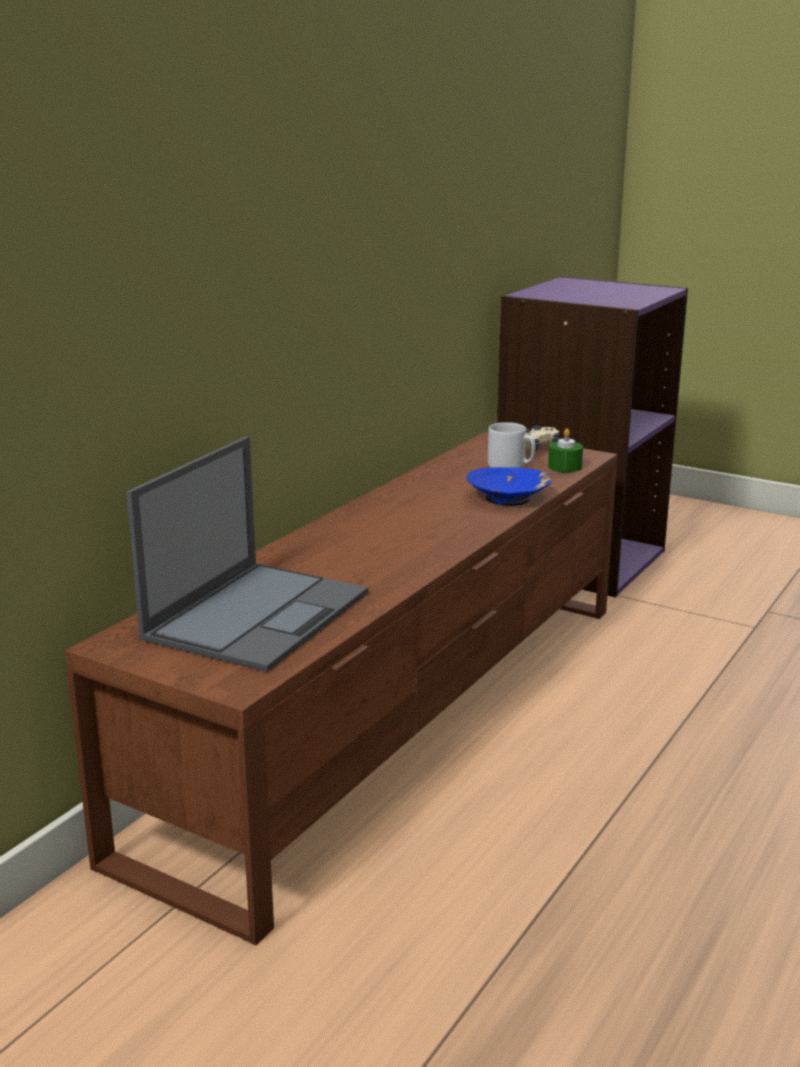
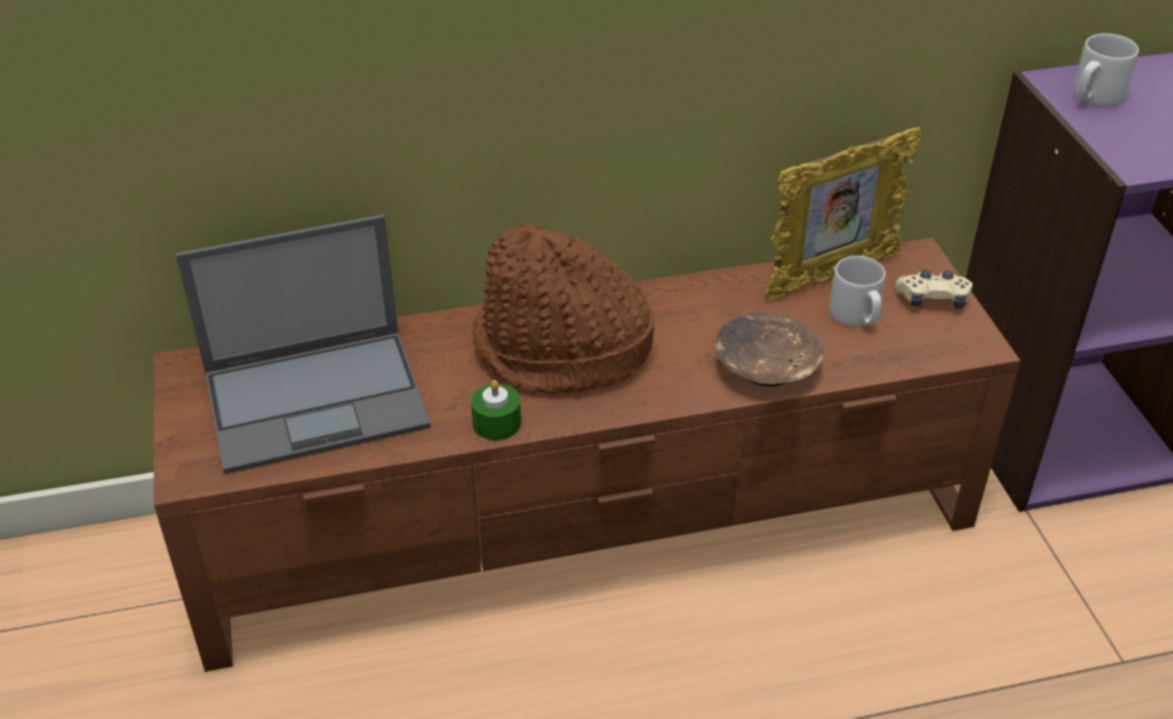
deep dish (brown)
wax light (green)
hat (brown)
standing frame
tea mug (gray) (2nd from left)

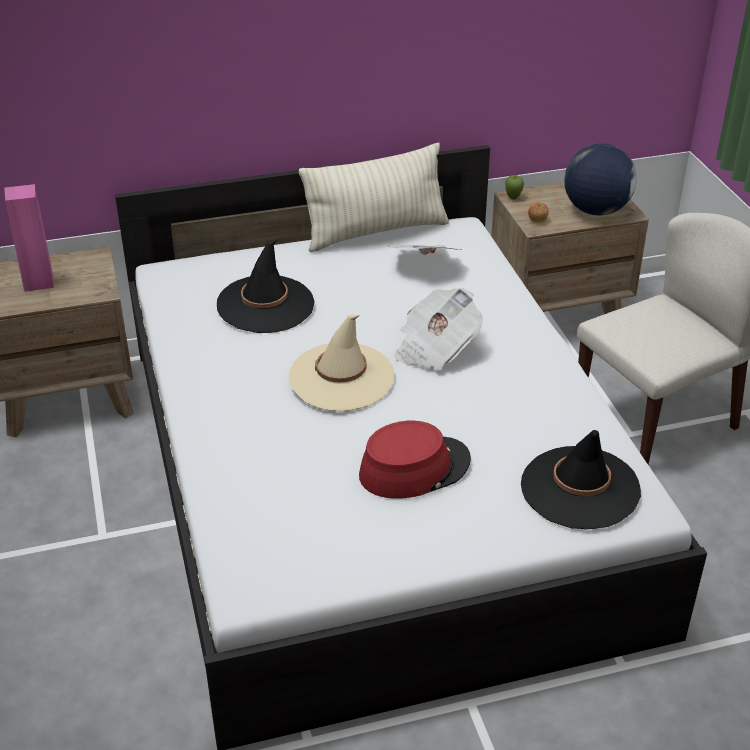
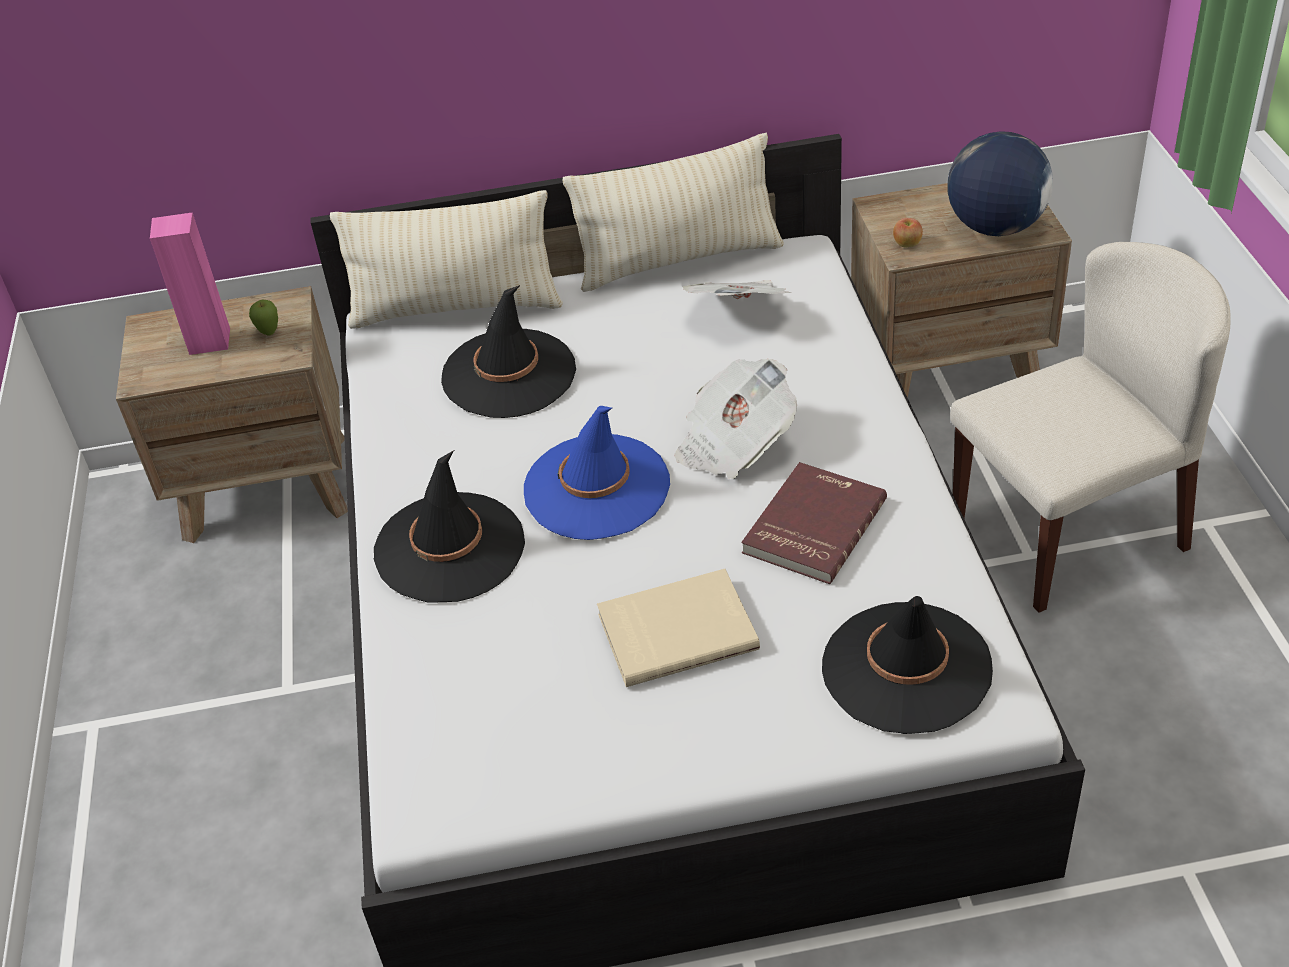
hat (blue)
book (beige)
apple fruit (1st from left)
throw pillow (beige) (1st from left)
hat (blackish) (1st from left)
book (reddish)

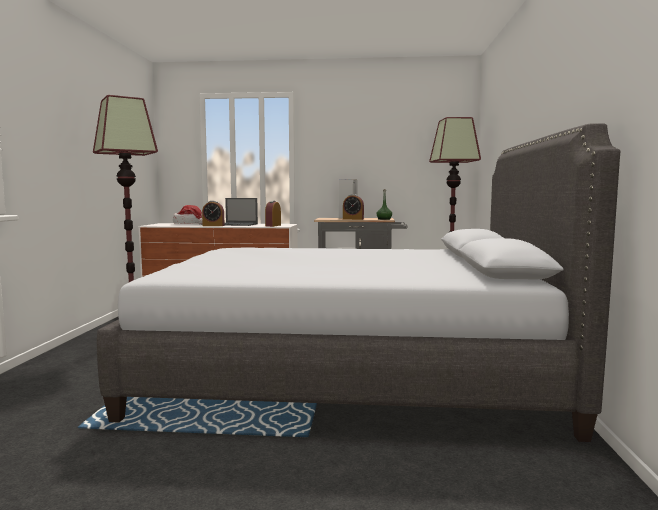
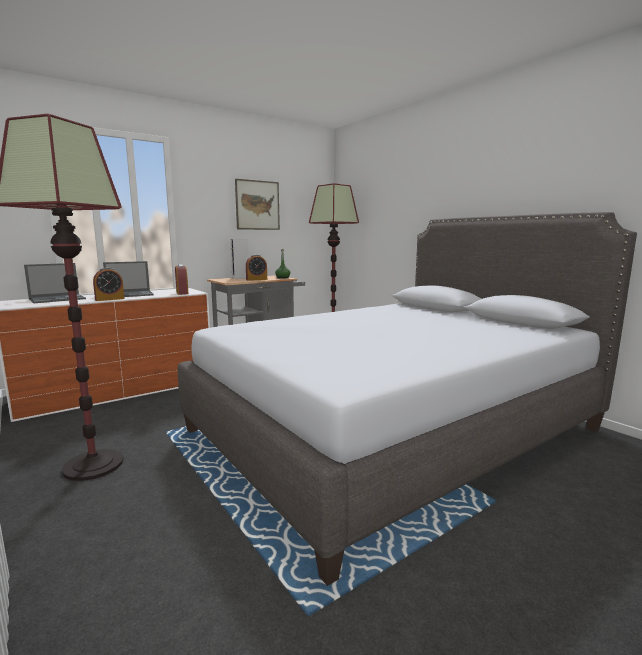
laptop (1st from left)
wall picture

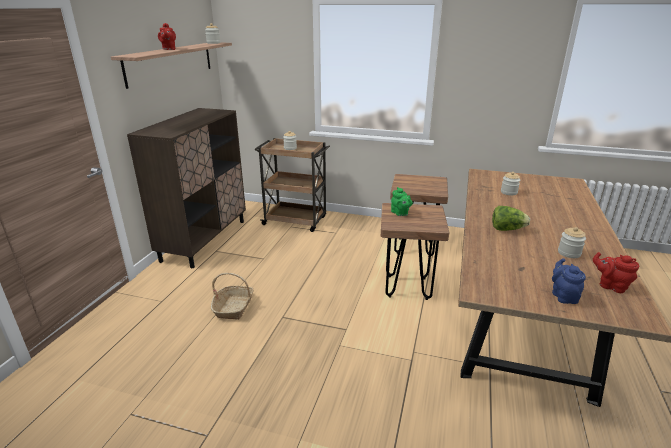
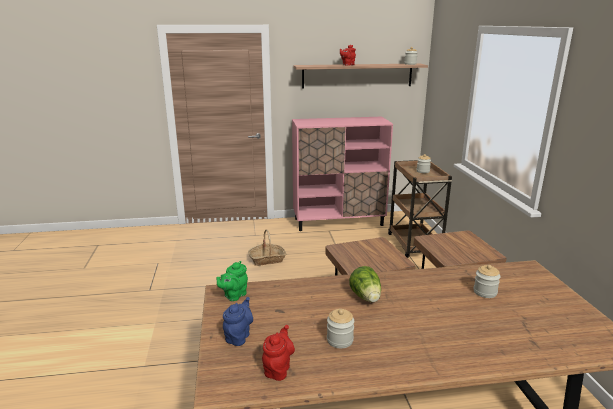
cabinet (pink-coloured)
tea pot (green)
tea pot (blue)

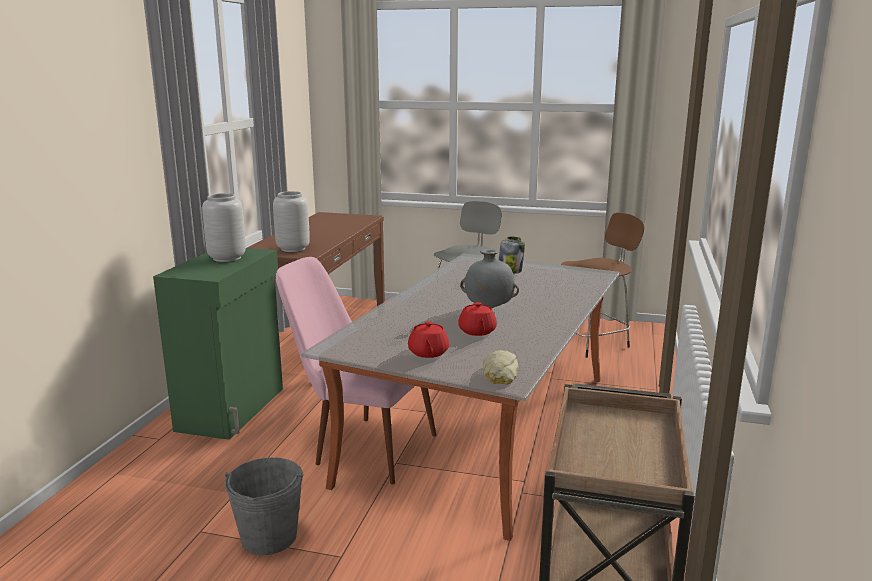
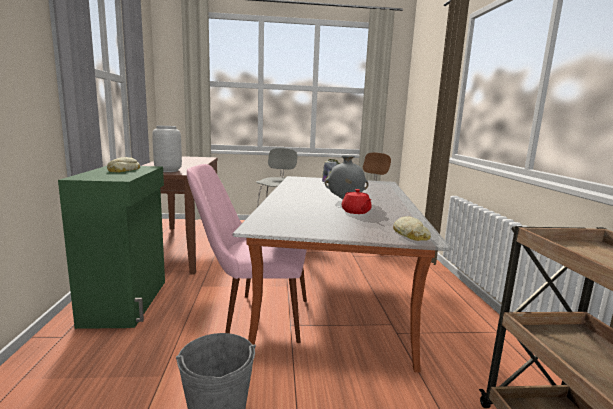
bakery bread (1st from left)
tea pot (reddish) (1st from left in the first image)

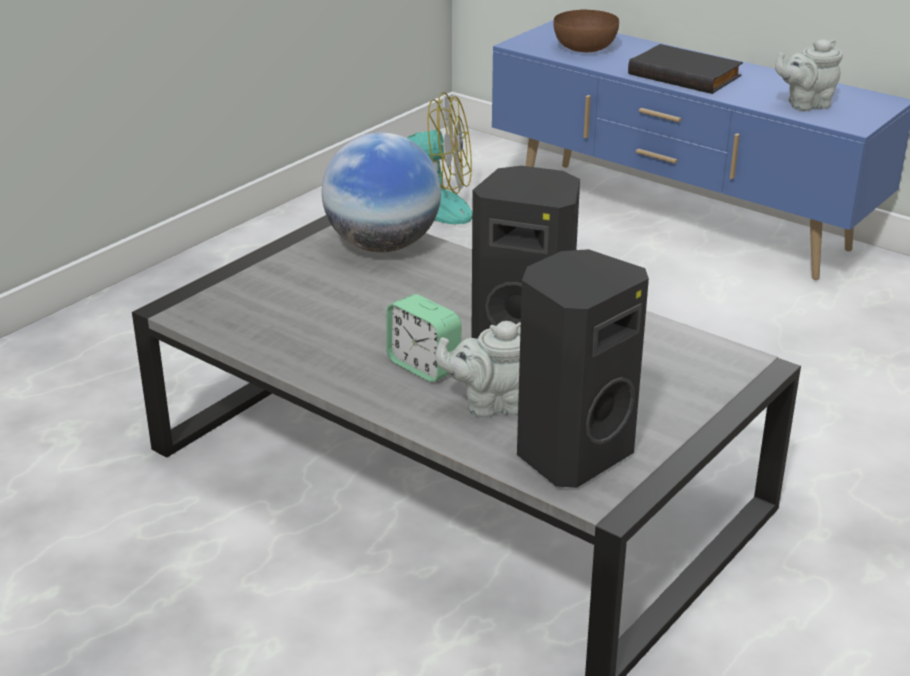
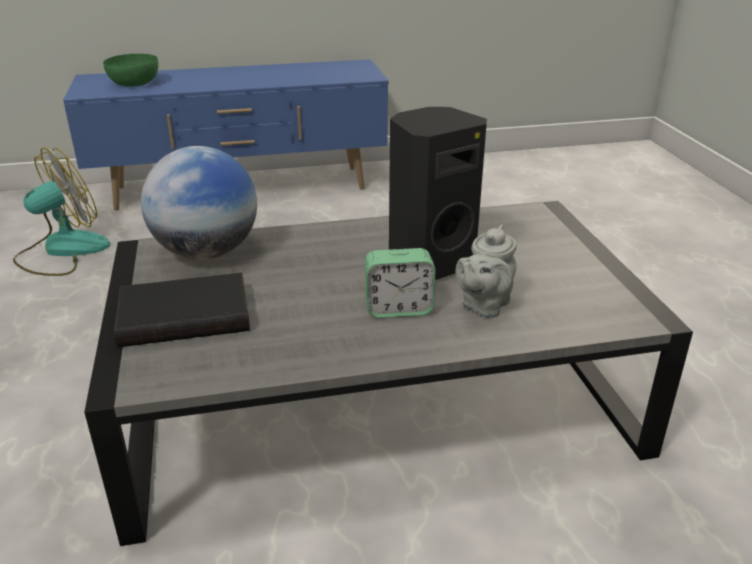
loudspeaker (blackish) (2nd from left in the first image)
deep dish (green)
book (blackish)
tea pot (gray) (2nd from left in the first image)

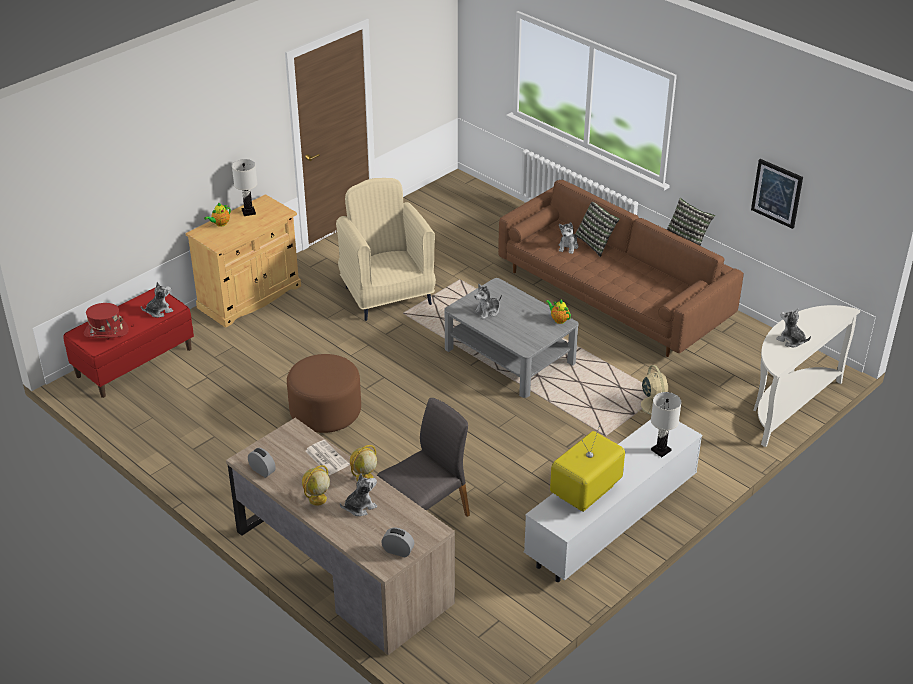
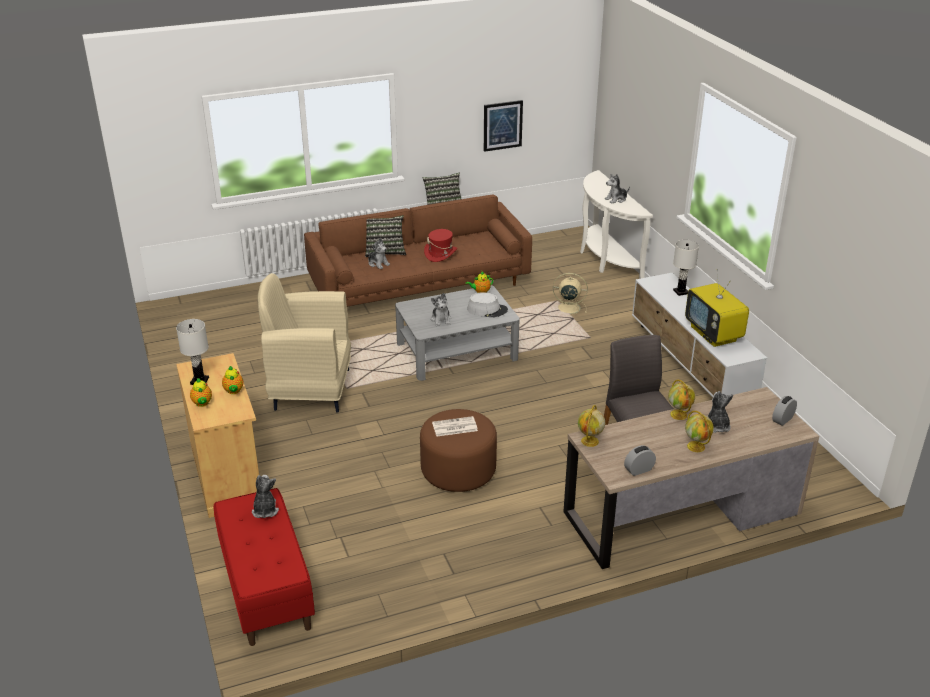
hat (reddish)
printed paper
tea pot (2nd from left)
hat (gray)
desk globe (1st from left)

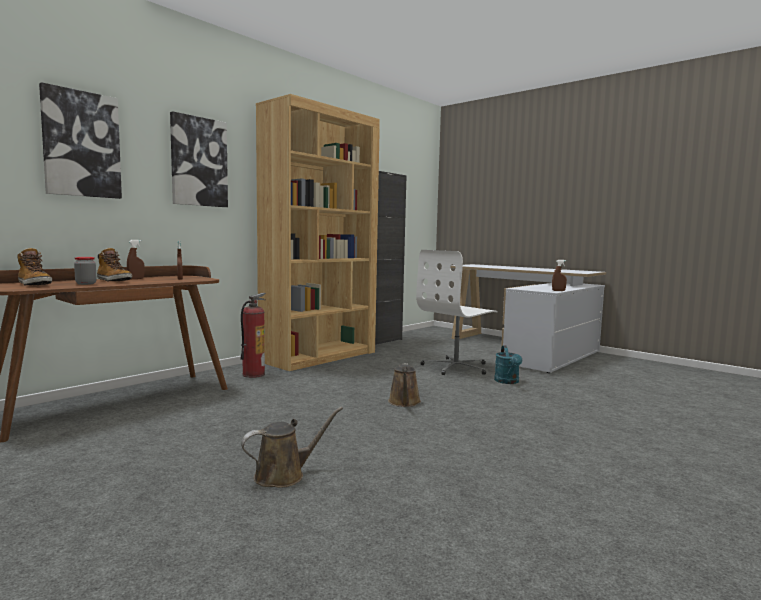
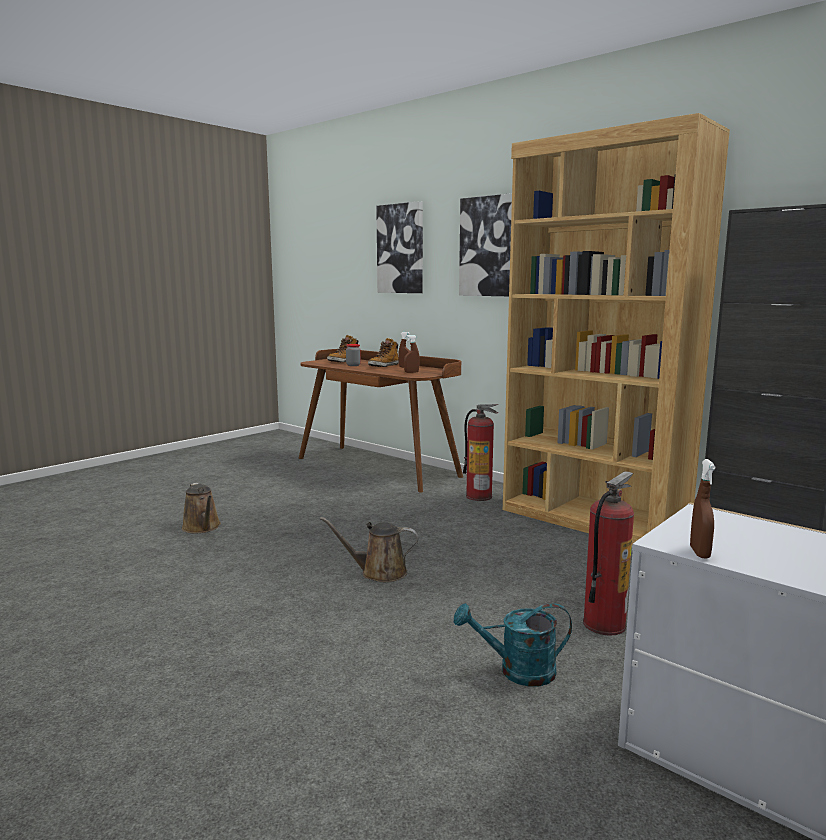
fire extinguisher (2nd from left)

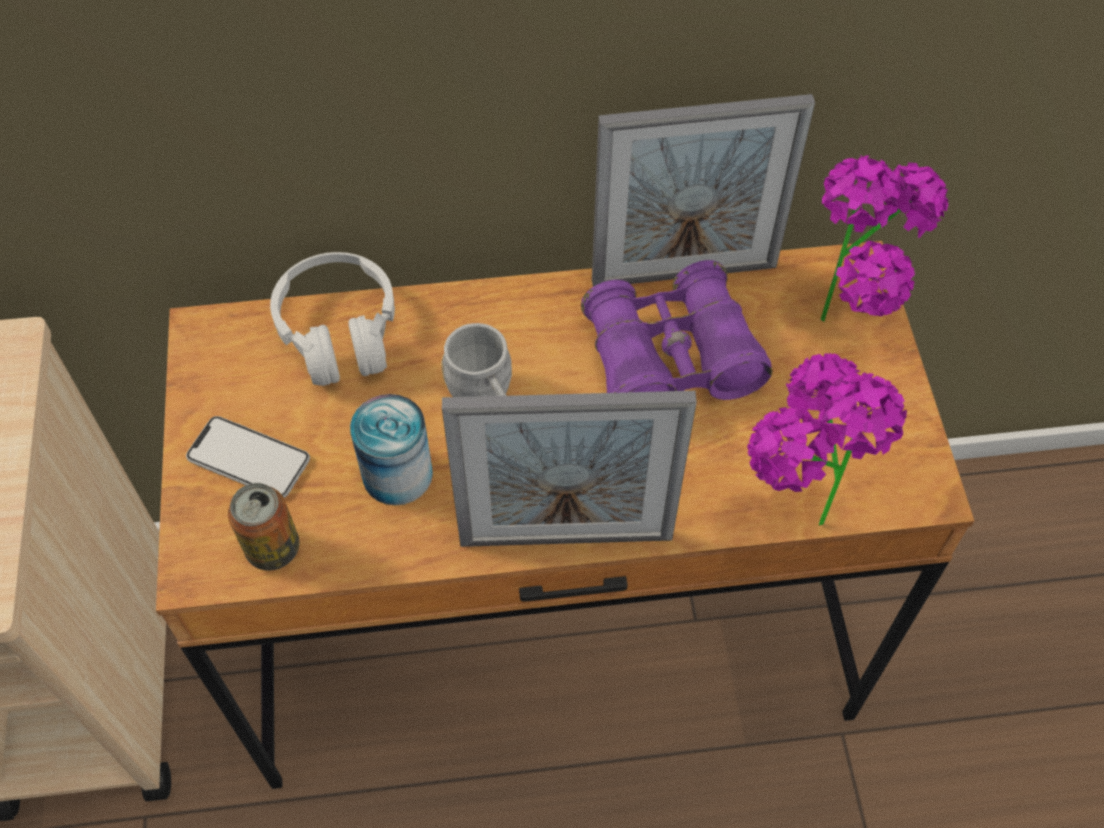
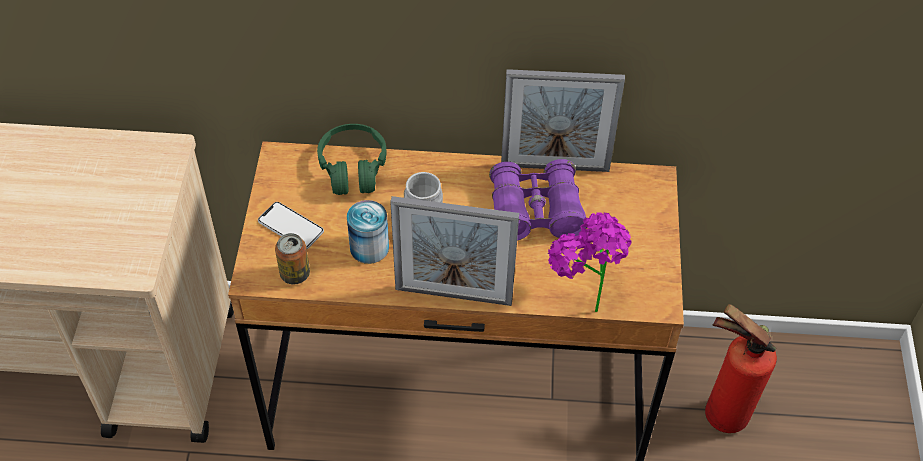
headphones (green)
houseplant (2nd from left in the first image)
fire extinguisher

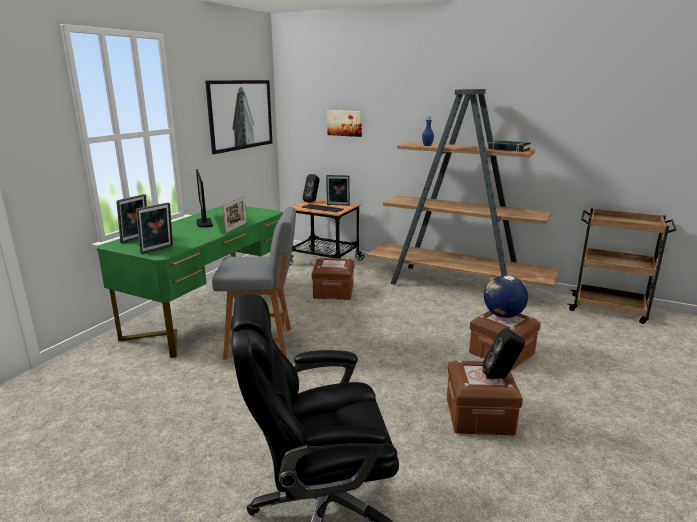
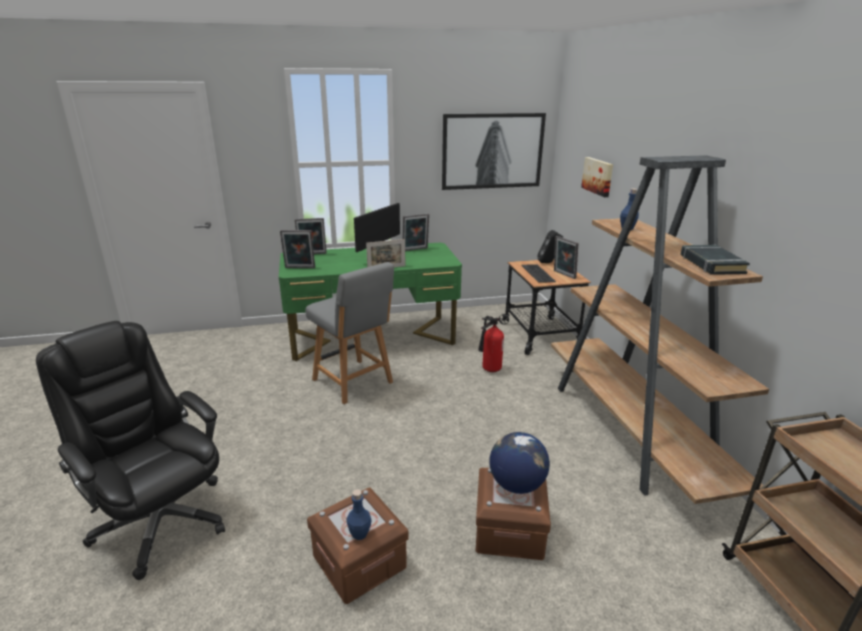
fire extinguisher
beverage bottle (blue) (1st from left)
standing frame (4th from left)

